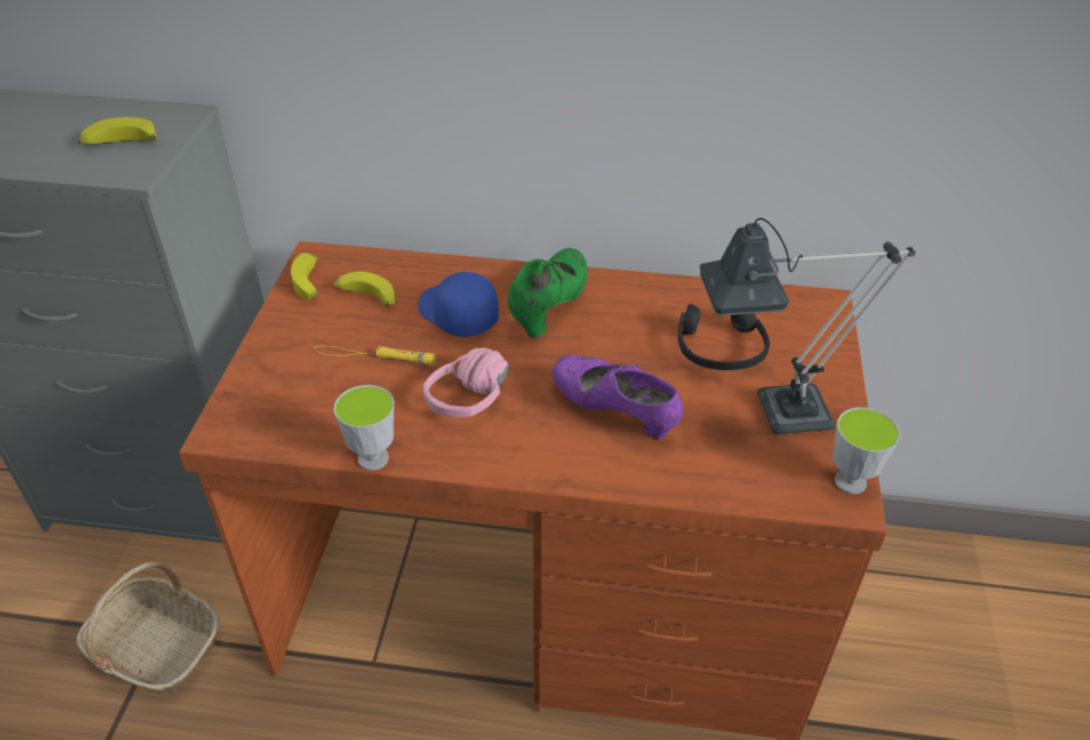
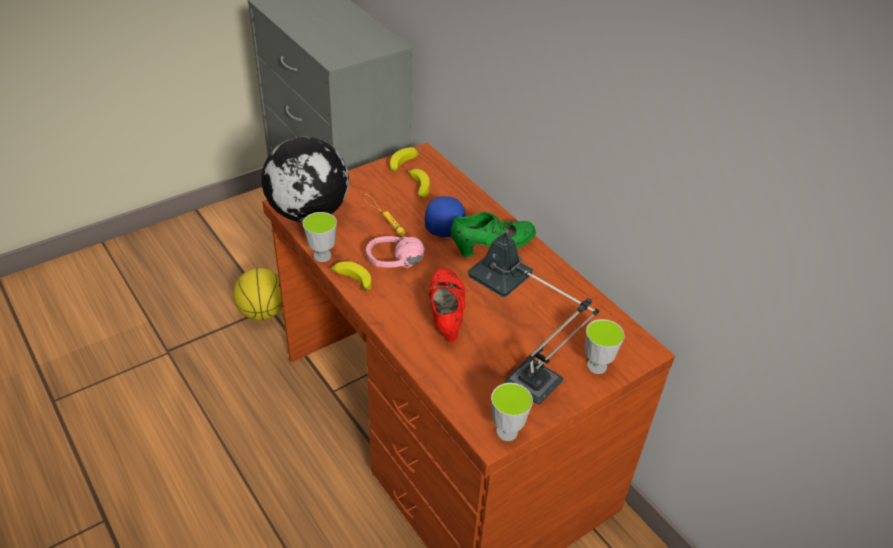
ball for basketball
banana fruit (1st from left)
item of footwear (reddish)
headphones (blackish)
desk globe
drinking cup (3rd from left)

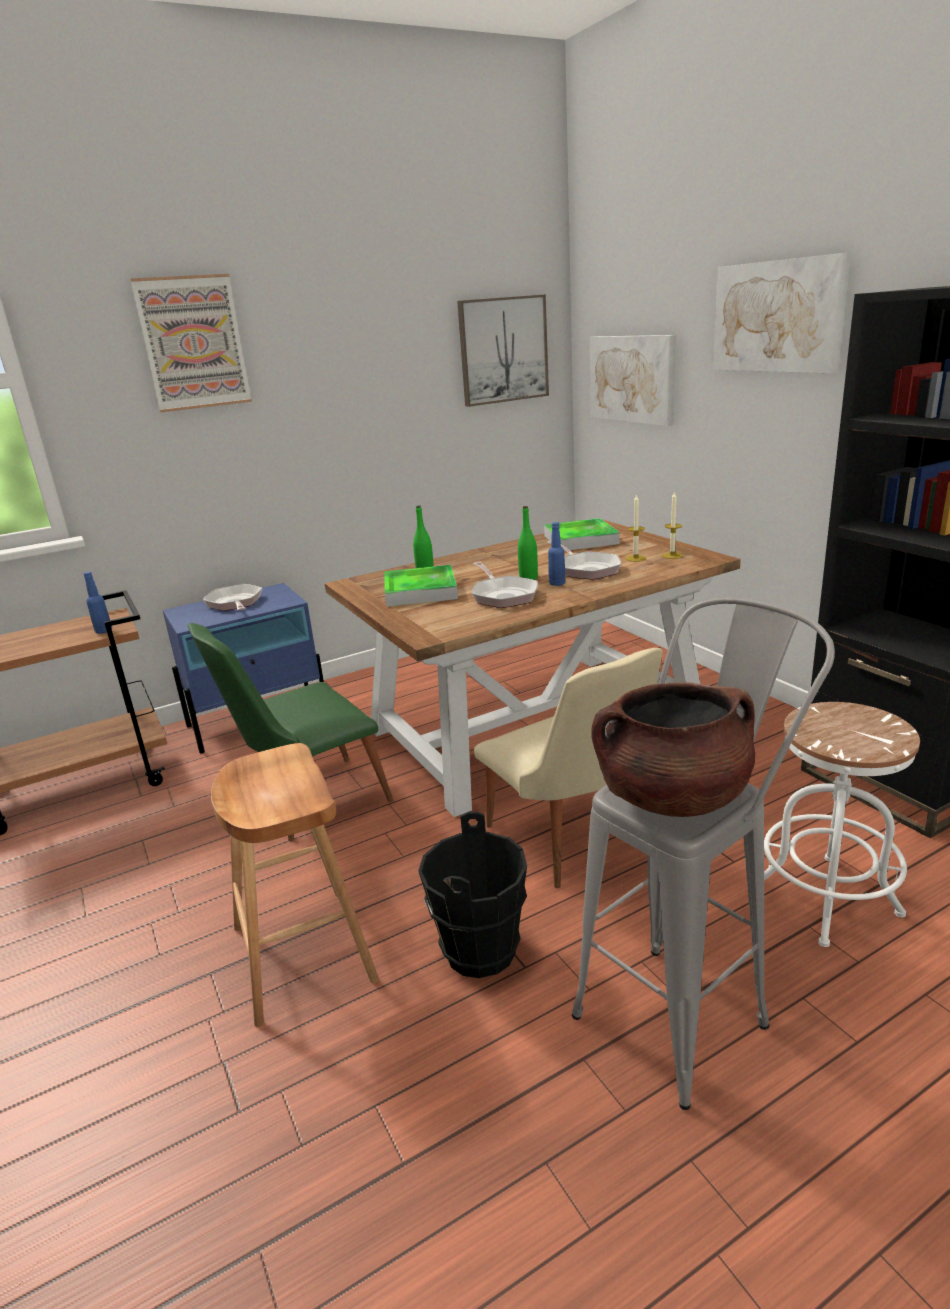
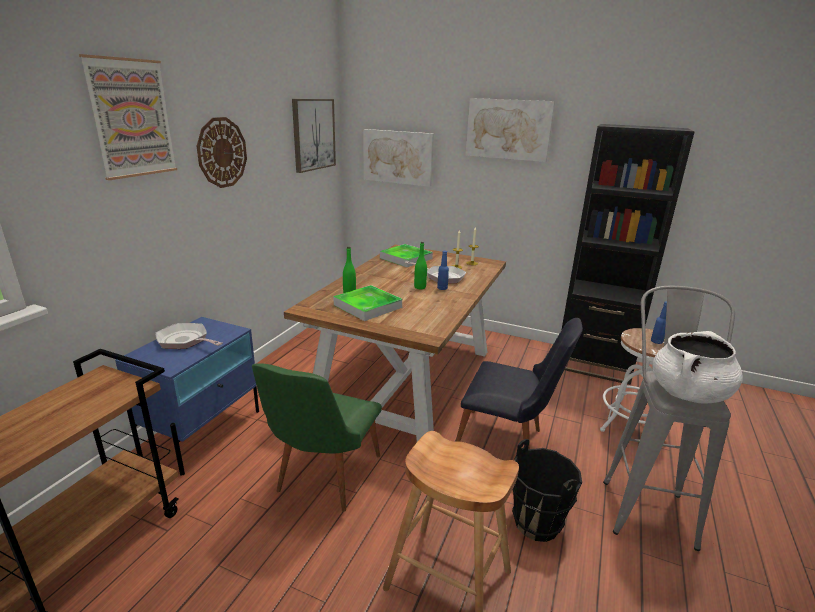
beverage bottle (blue) (2nd from left)
pan (2nd from left in the first image)
upright chair (blackish)
saucepot (white-coloured)
wall clock

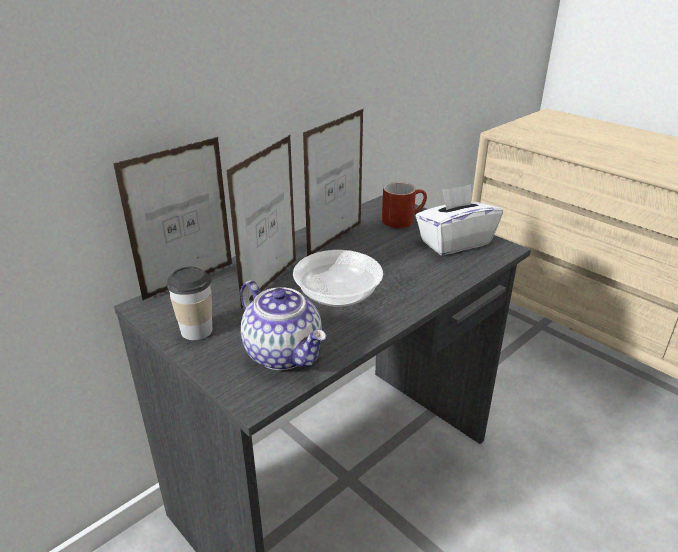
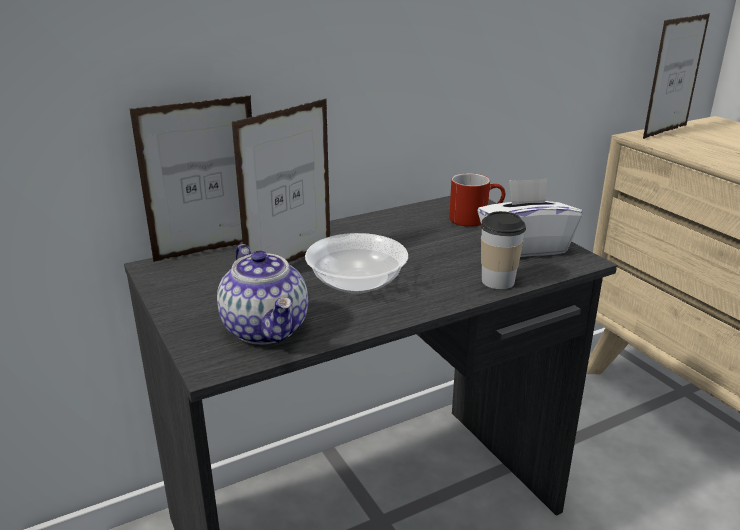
drinking cup
standing frame (3rd from left)

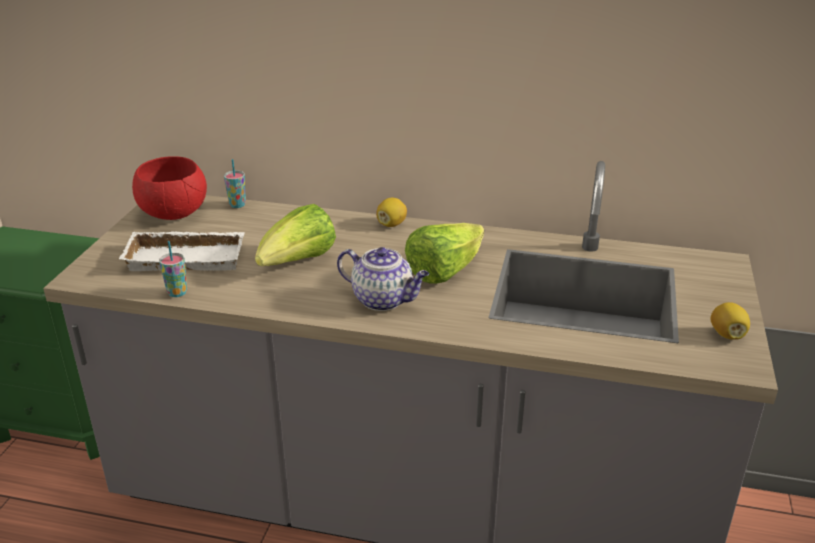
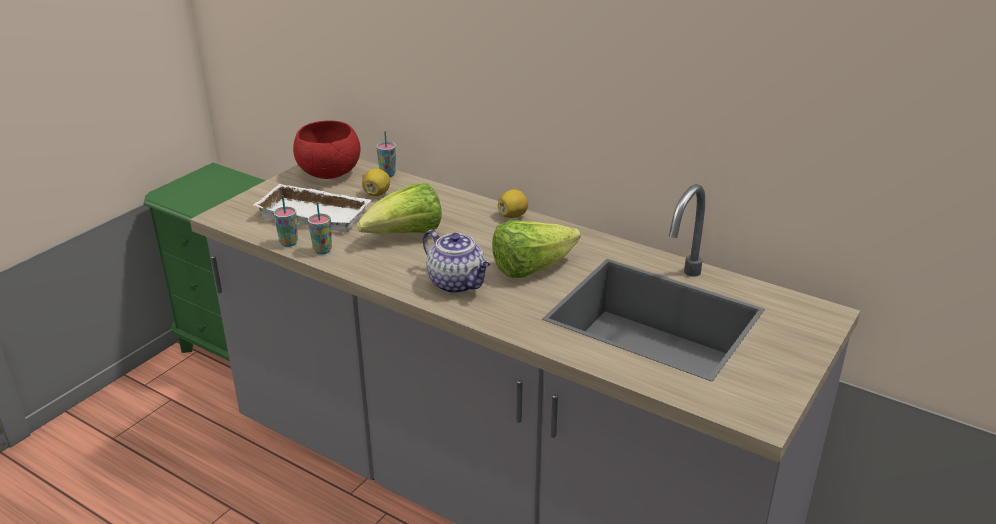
whole lemon (1st from left)
drinking cup (2nd from left)

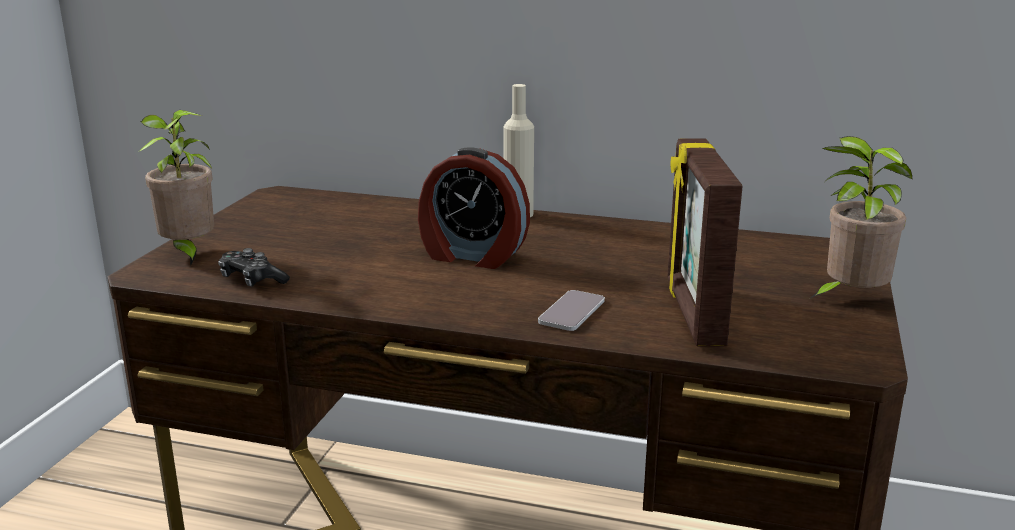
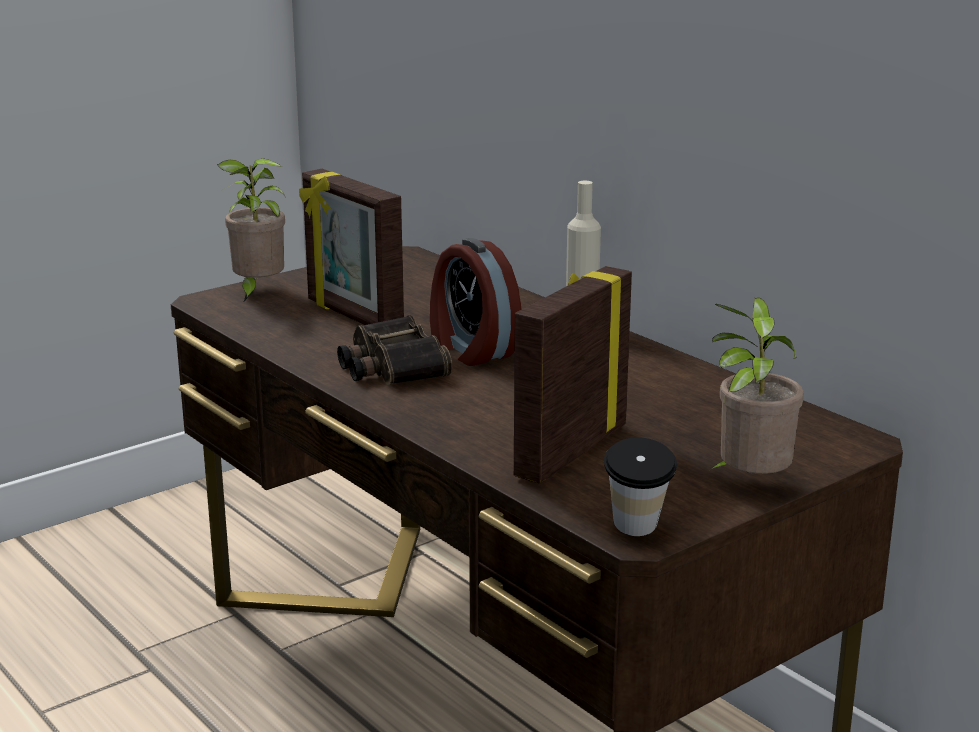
gamepad
telephone
standing frame (1st from left)
pair of binoculars
drinking cup

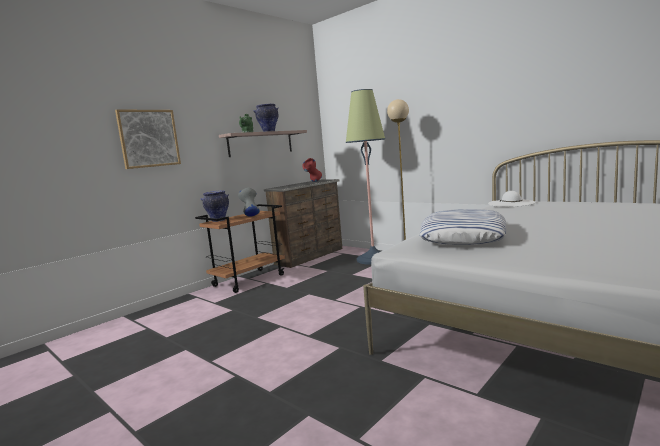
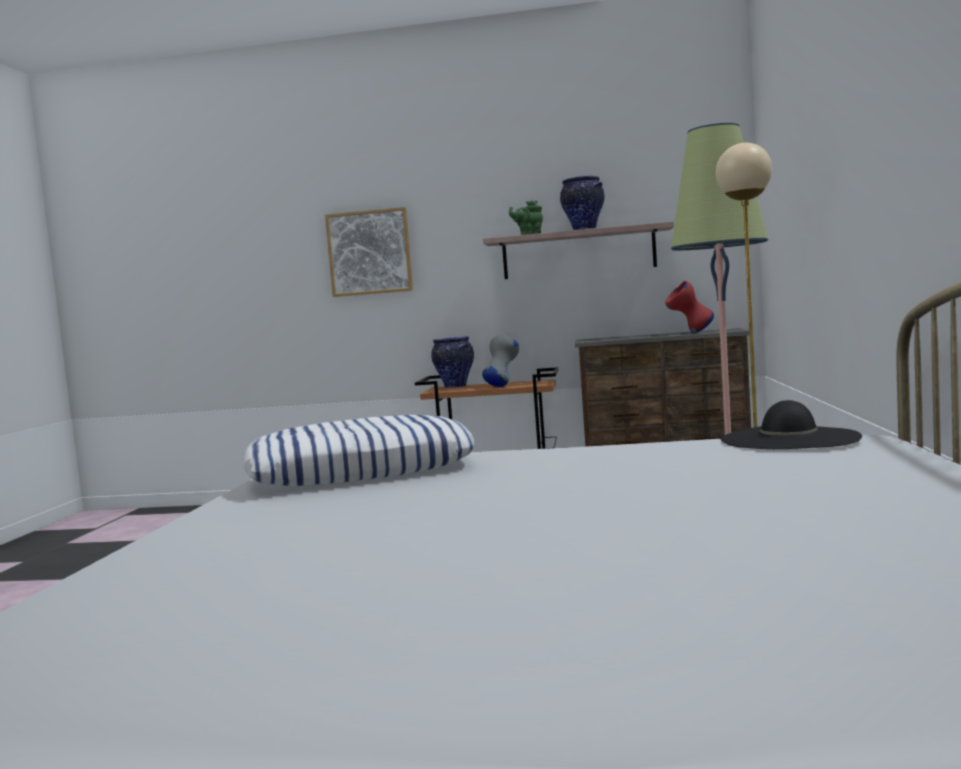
hat (blackish)

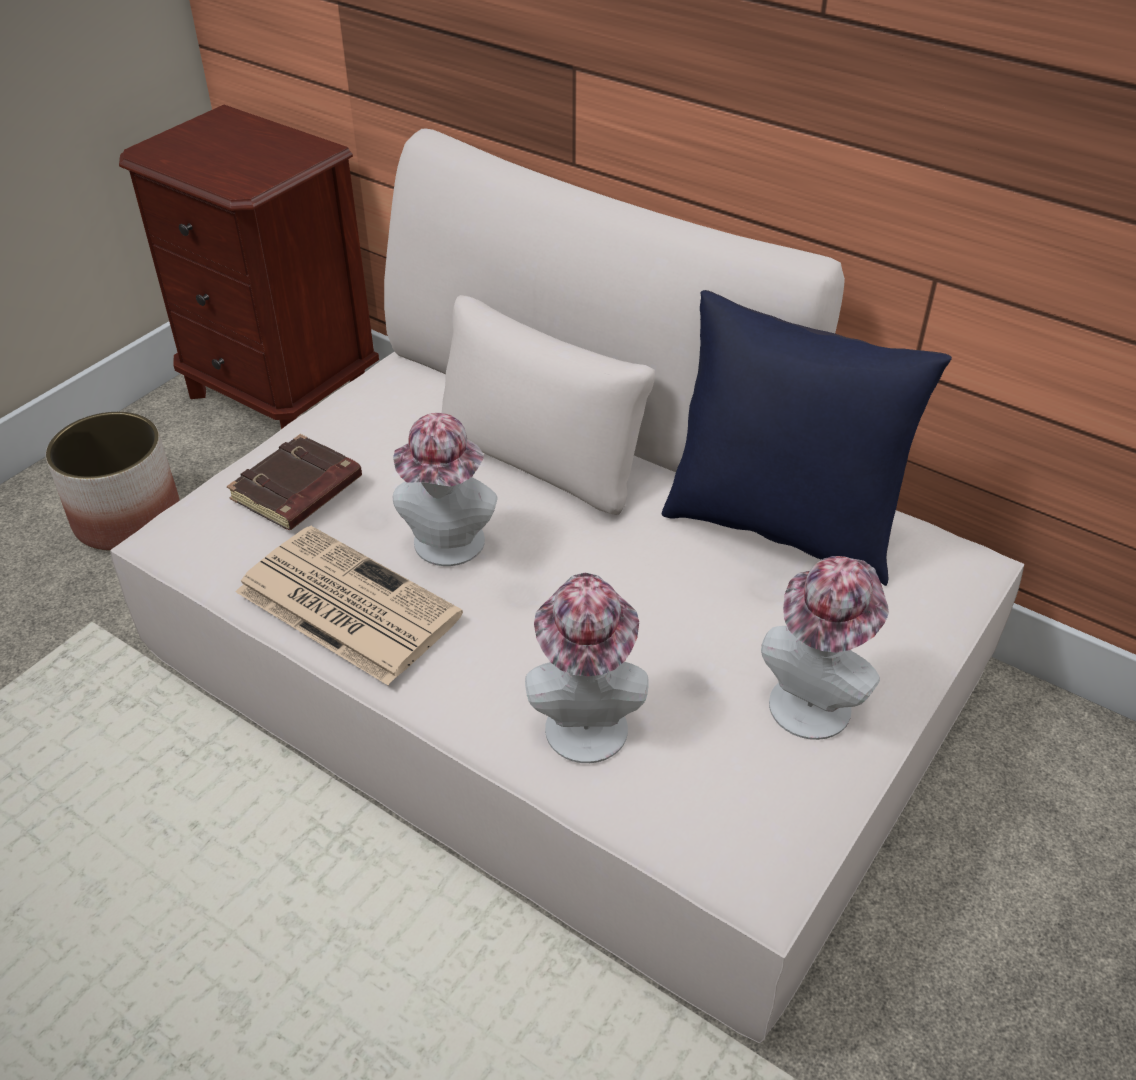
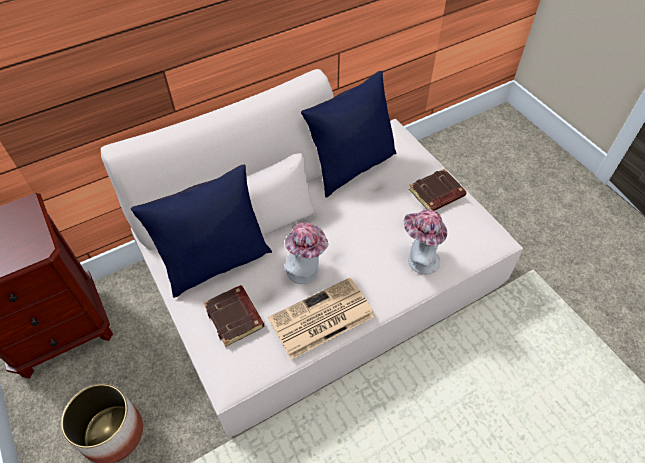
book (brown) (2nd from left)
throw pillow (blue) (1st from left)

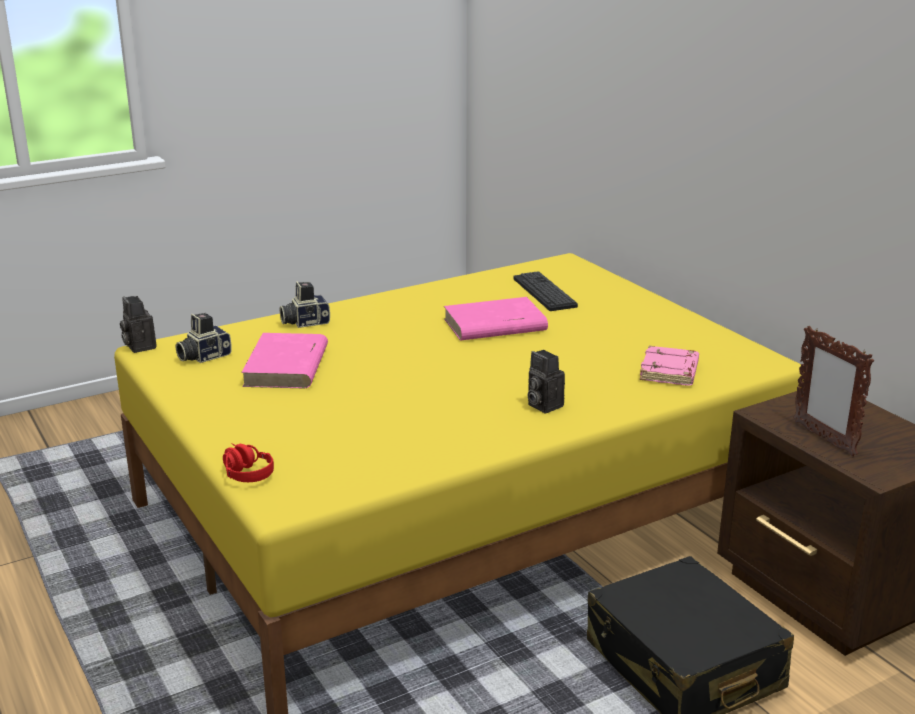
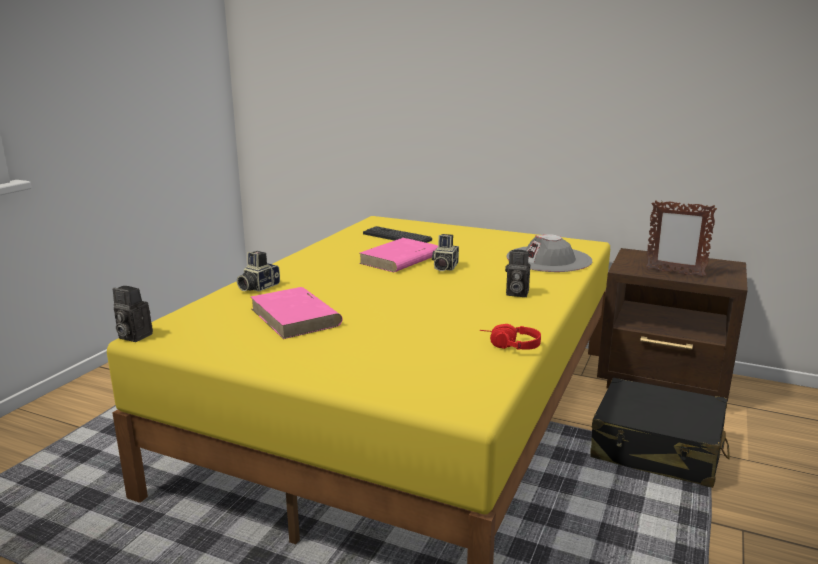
still camera (3rd from left)
headphones (reddish)
hat (gray)

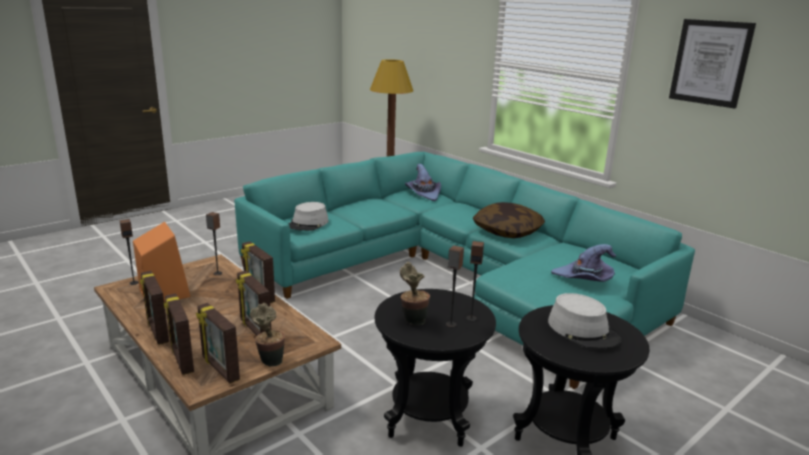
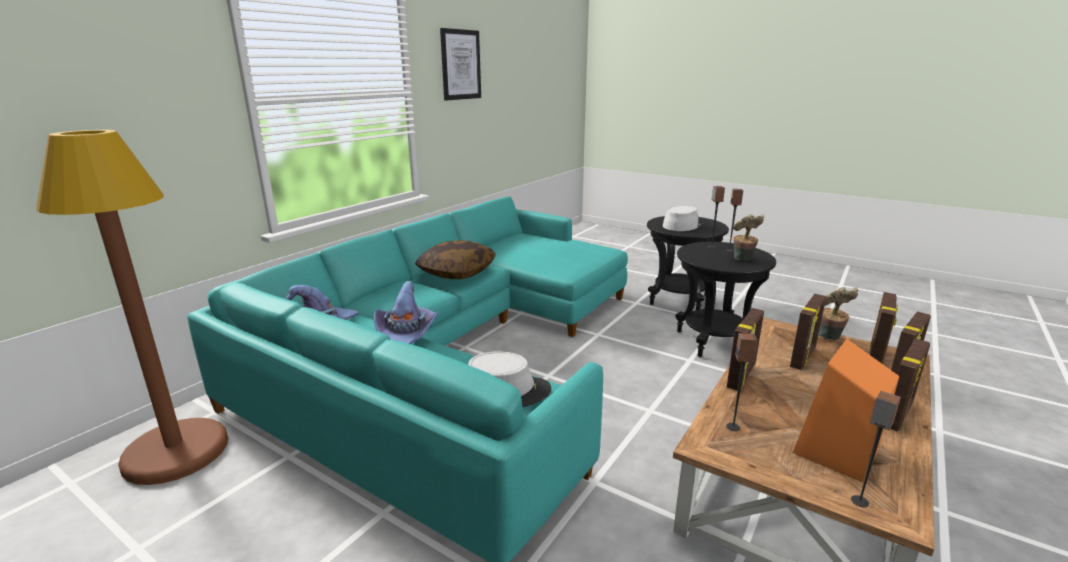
hat (purple-coloured) (2nd from left)

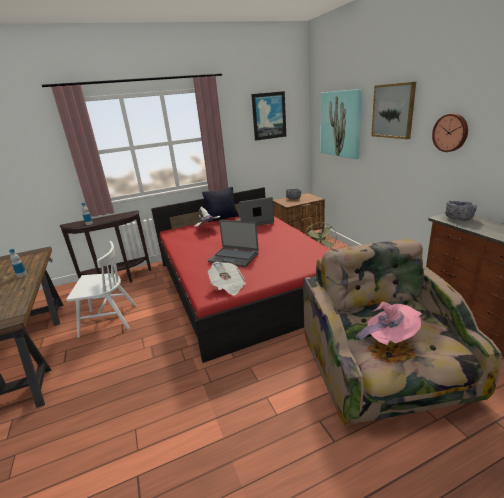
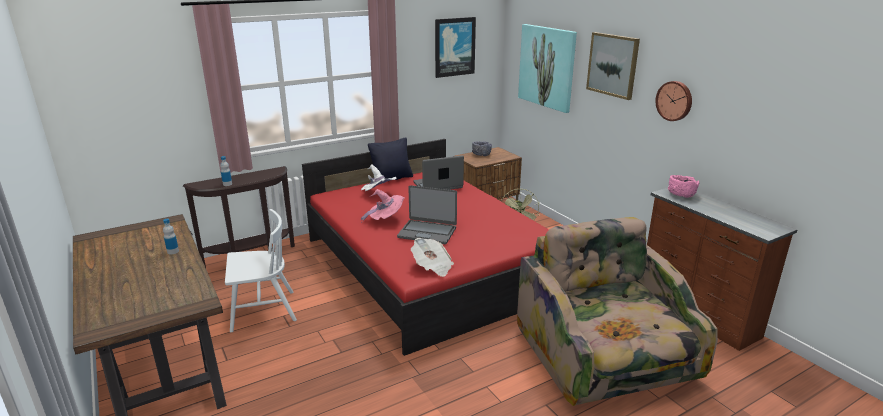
hat (pink-coloured)
deep dish (pink-coloured)

